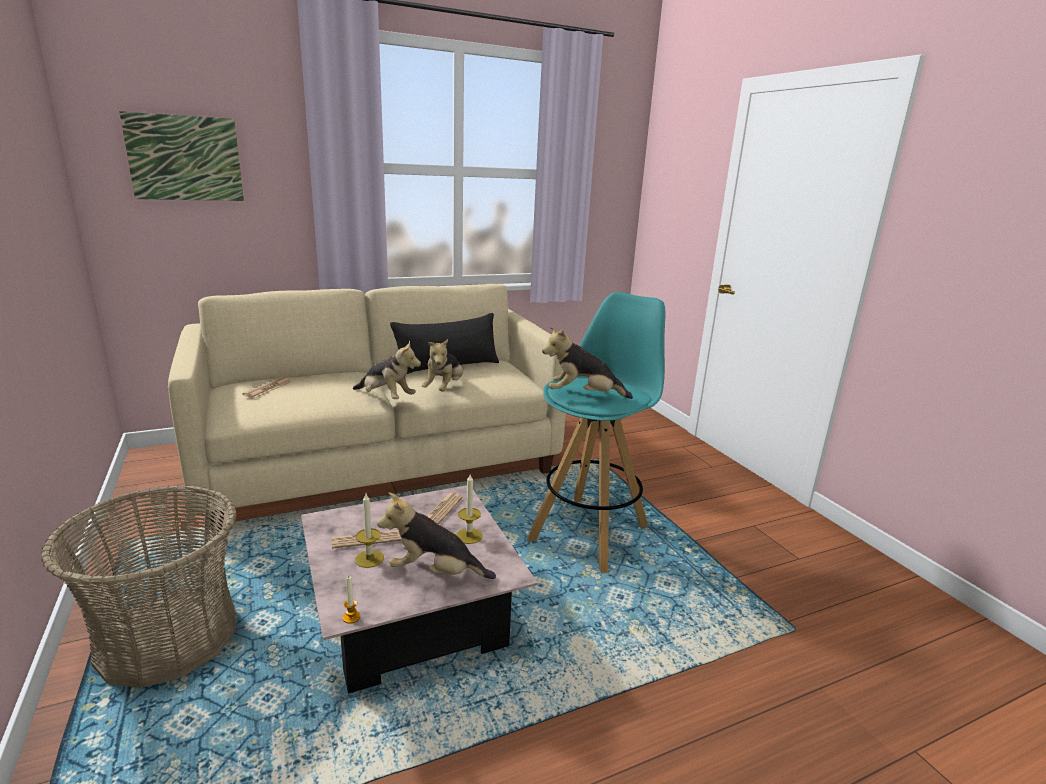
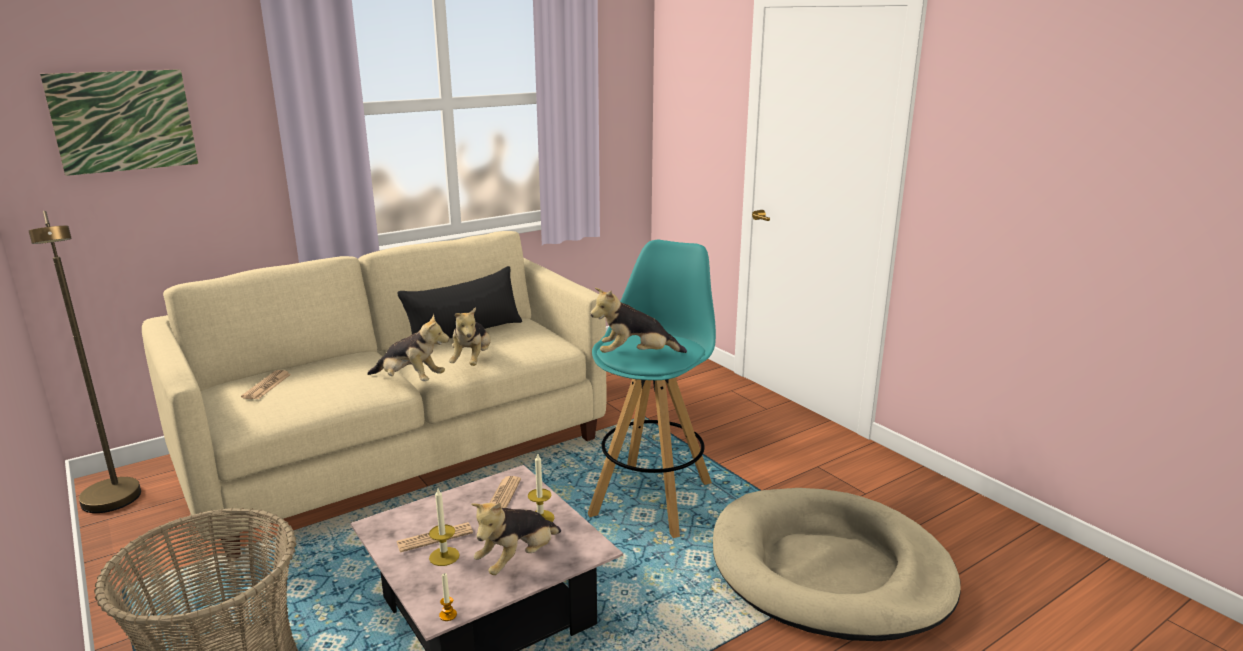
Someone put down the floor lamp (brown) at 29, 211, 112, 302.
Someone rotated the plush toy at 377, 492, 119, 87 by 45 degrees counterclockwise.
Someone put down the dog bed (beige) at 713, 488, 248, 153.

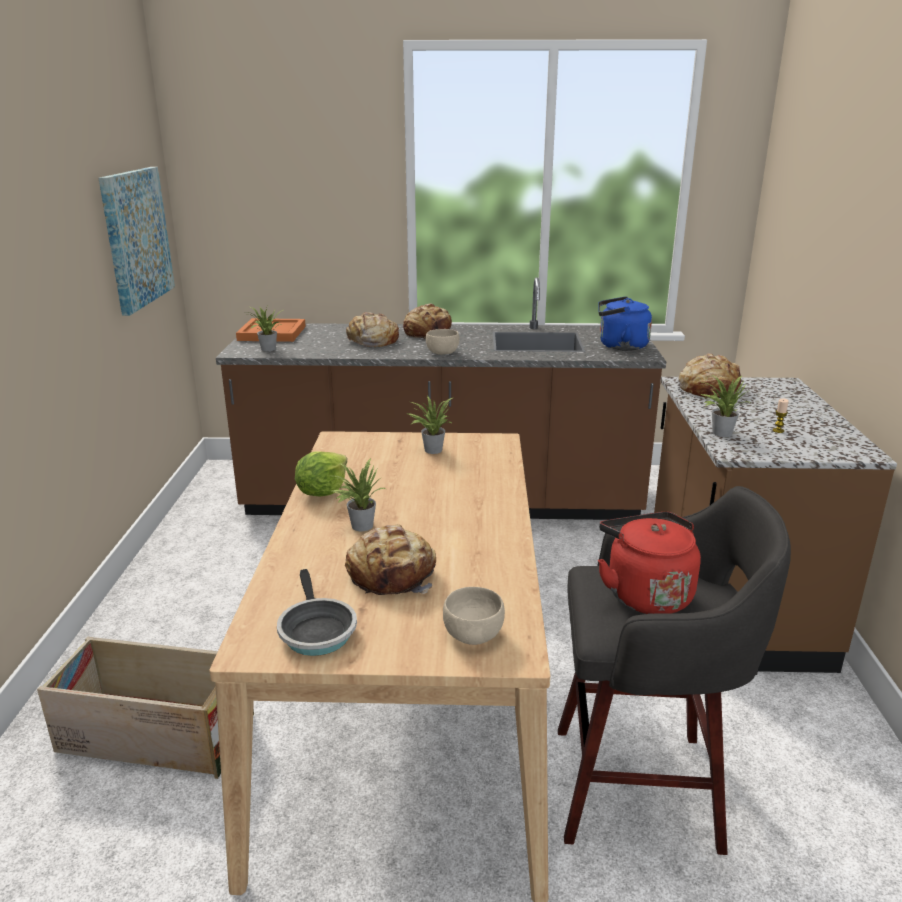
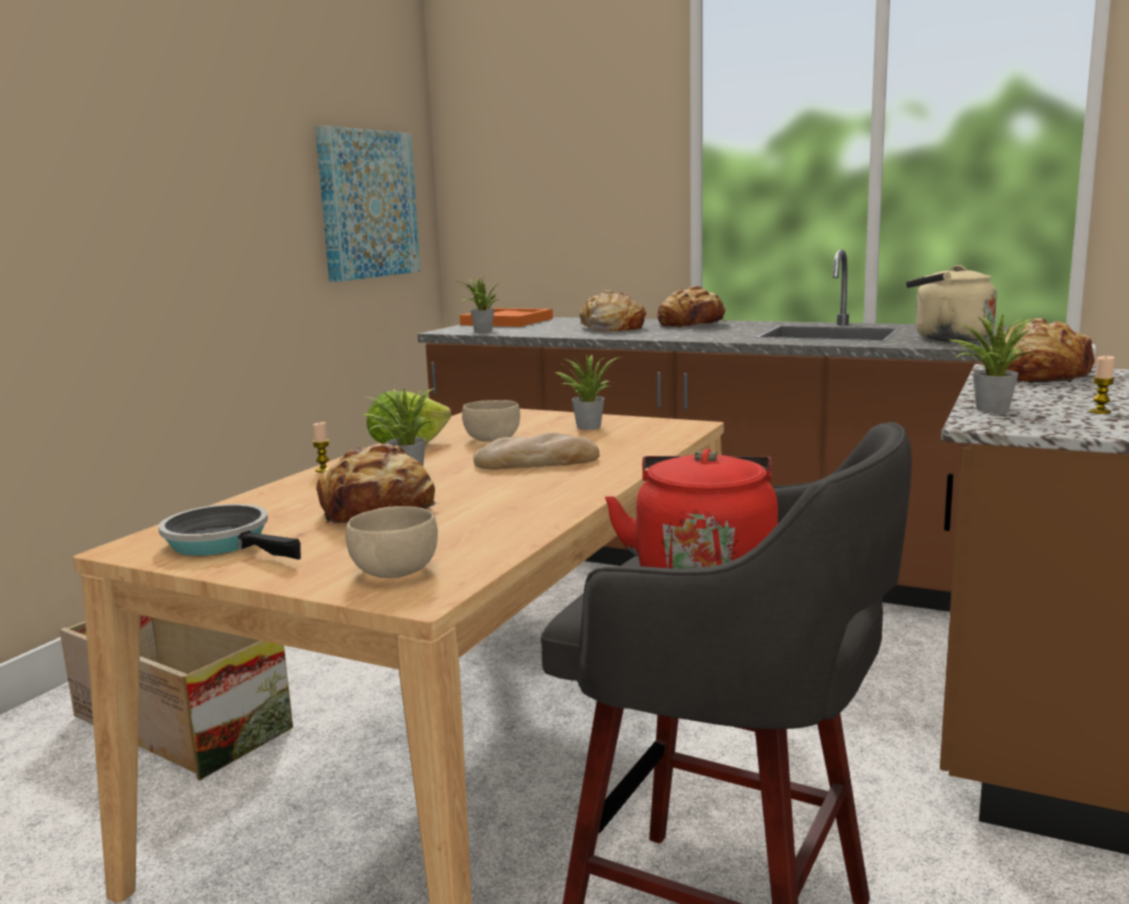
Someone rotated the frying pan at 277, 569, 80, 87 by 120 degrees clockwise.
Someone put down the candle at 312, 422, 19, 51.
Someone carried the bowl (beige) from 426, 329, 33, 26 to 462, 400, 58, 42.
Someone put down the bread at 473, 433, 127, 37.
Someone repainted the kettle (blue) at 598, 296, 54, 55, which became the kettle (beige) at 906, 265, 91, 76.

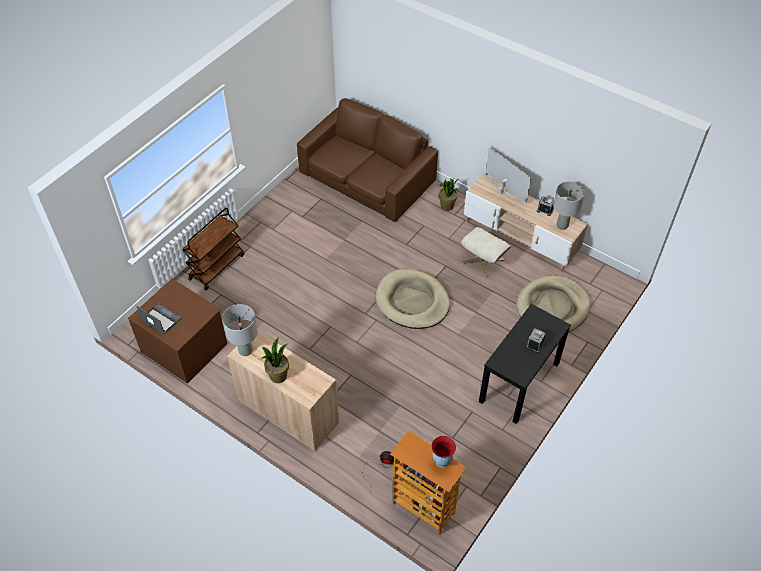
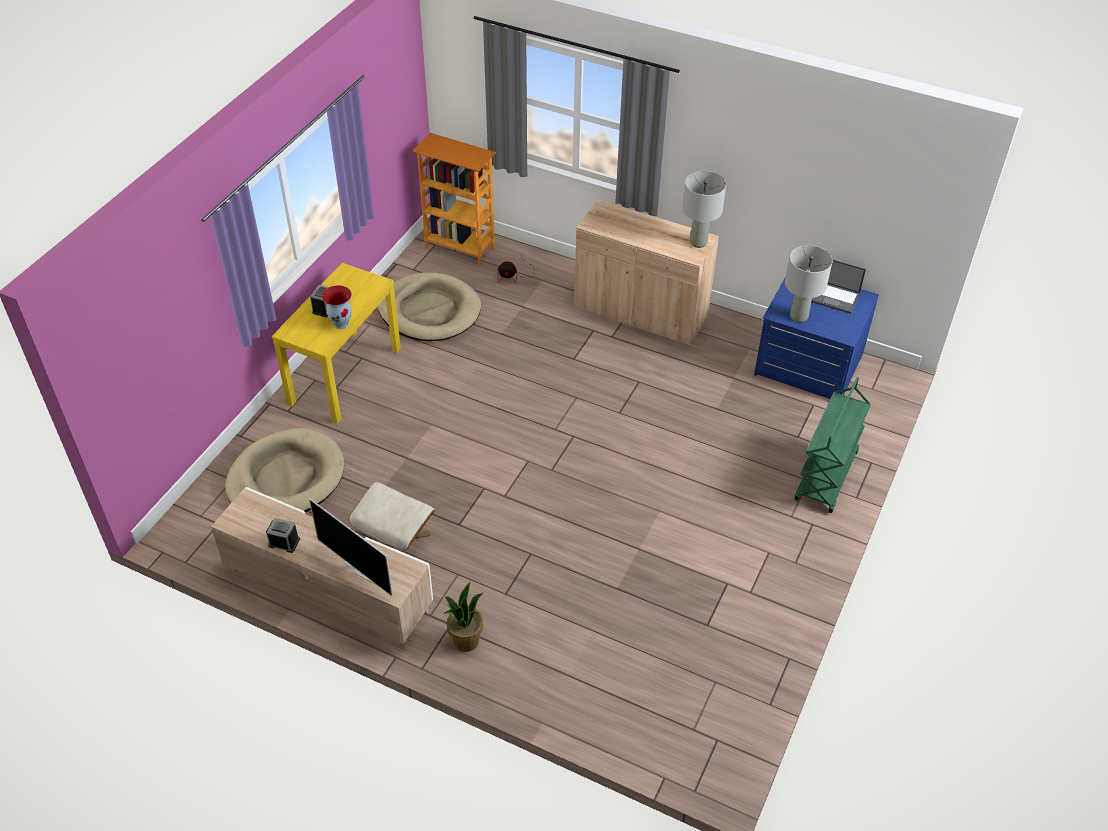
Someone repainted the console table (black) at 479, 304, 92, 120, which became the console table (yellow) at 272, 263, 129, 161.
Someone carried the vase from 431, 436, 25, 32 to 322, 285, 30, 44.
Someone carried the dog bed (beige) from 376, 269, 74, 60 to 378, 272, 103, 69.
Someone repainted the dresser (brown) at 128, 279, 99, 105, which became the dresser (blue) at 754, 277, 125, 122.
Someone carried the table lamp (grey) from 553, 181, 32, 49 to 785, 245, 47, 77.
Someone repainted the cart (brown) at 182, 207, 62, 83, which became the cart (green) at 794, 377, 77, 136.
Someone took away the potted plant at 261, 337, 28, 46.
Someone took away the sofa (brown) at 297, 98, 141, 124.

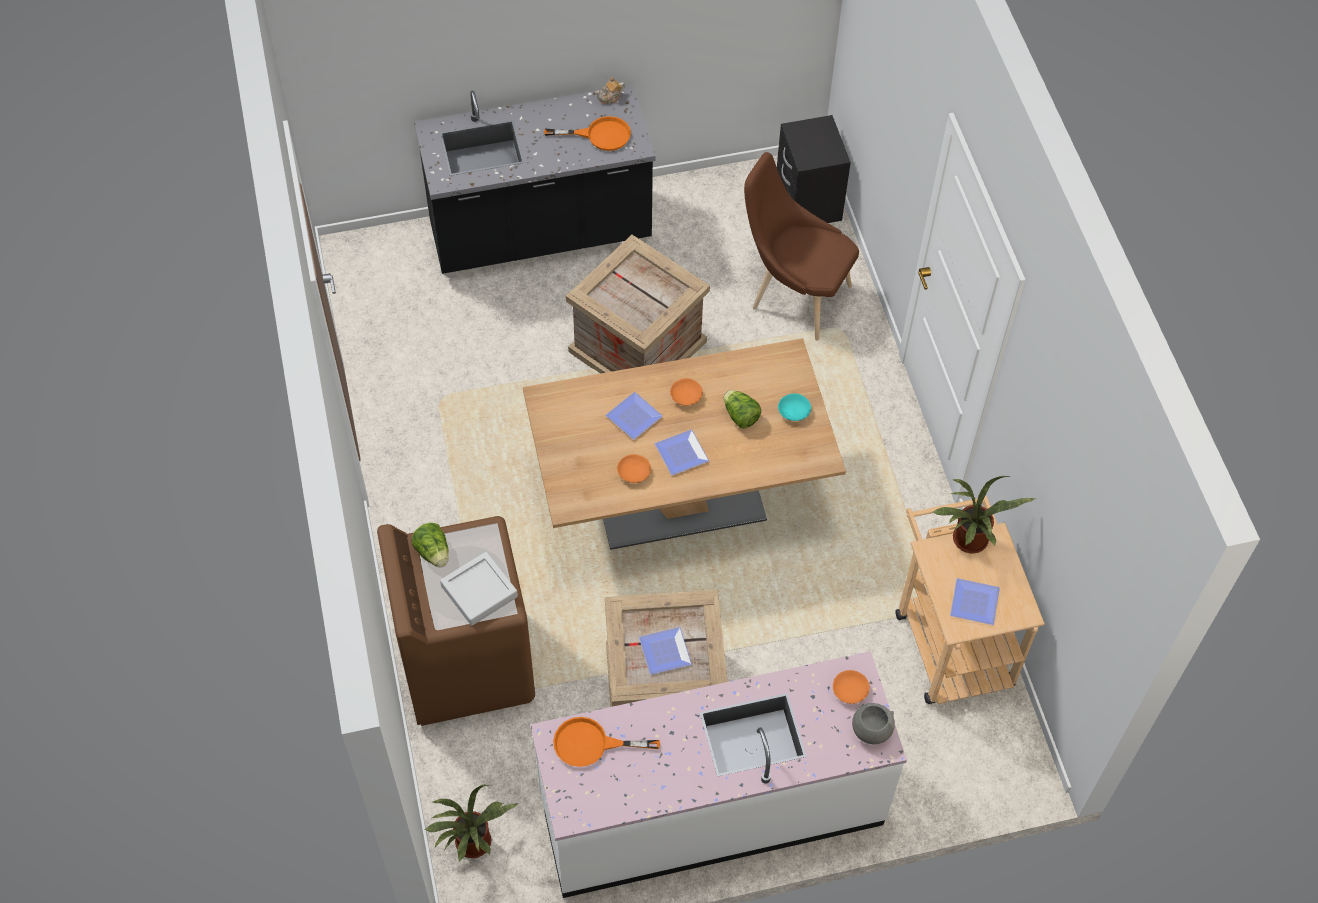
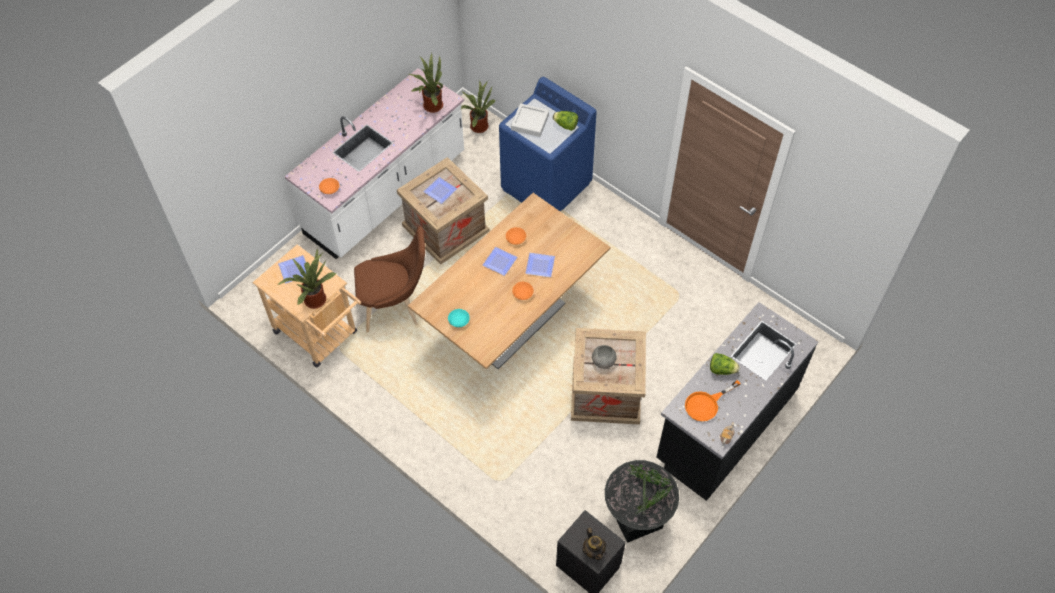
Someone carried the chair (brown) from 744, 152, 115, 189 to 354, 226, 71, 107.
Someone swapped the frying pan (orange) at 553, 717, 107, 50 for the potted plant at 409, 53, 34, 60.
Someone repainted the washing machine (brown) at 377, 516, 158, 210, which became the washing machine (blue) at 499, 77, 98, 134.
Someone put down the teapot at 582, 528, 24, 32.
Someone carried the bowl (grey) from 852, 703, 43, 41 to 592, 345, 24, 24.
Someone put down the planter (black) at 605, 460, 74, 83.
Someone carried the lettuce from 723, 390, 38, 38 to 710, 353, 30, 22.

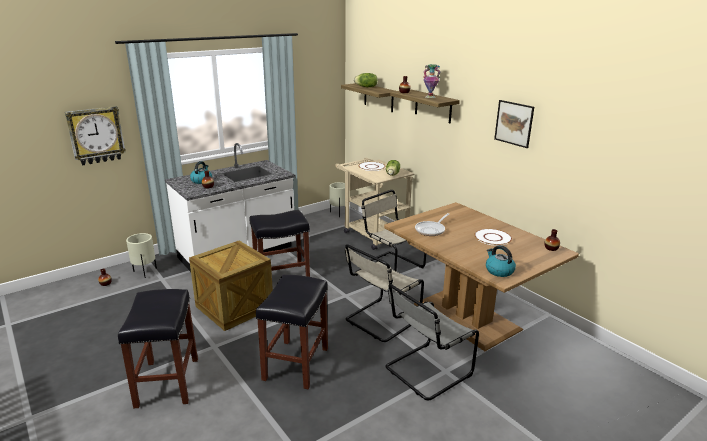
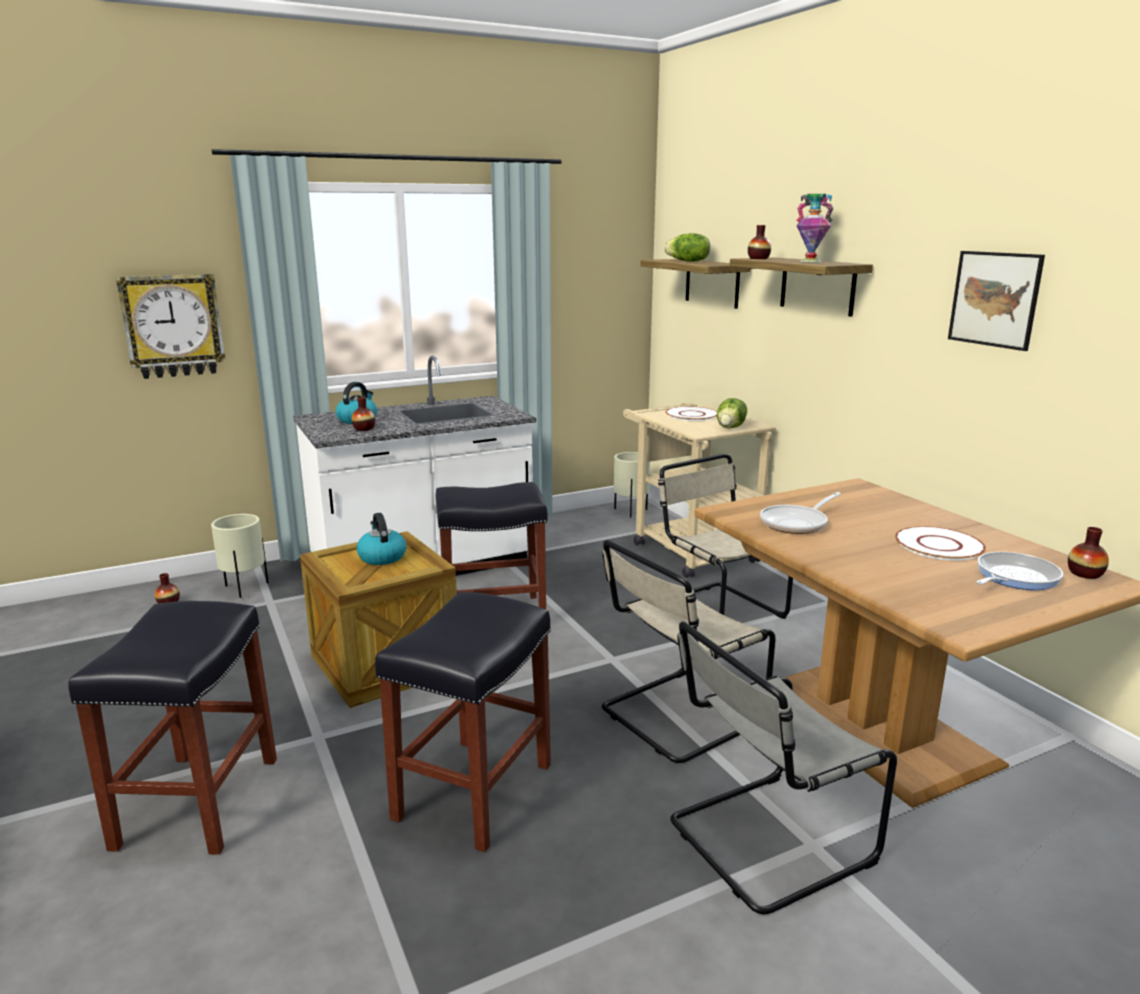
Someone carried the kettle from 486, 245, 30, 32 to 357, 513, 50, 52.
Someone put down the frying pan at 976, 552, 87, 38.

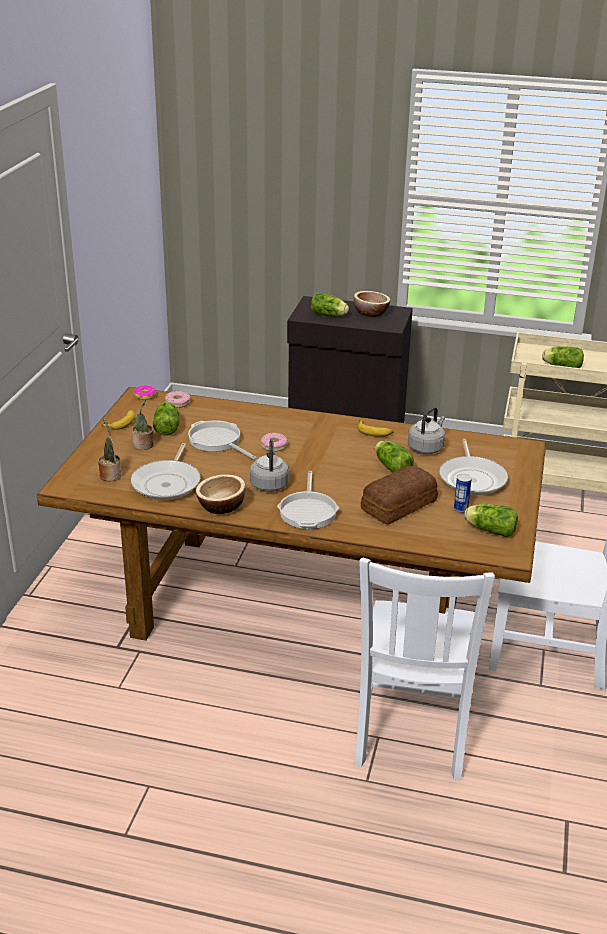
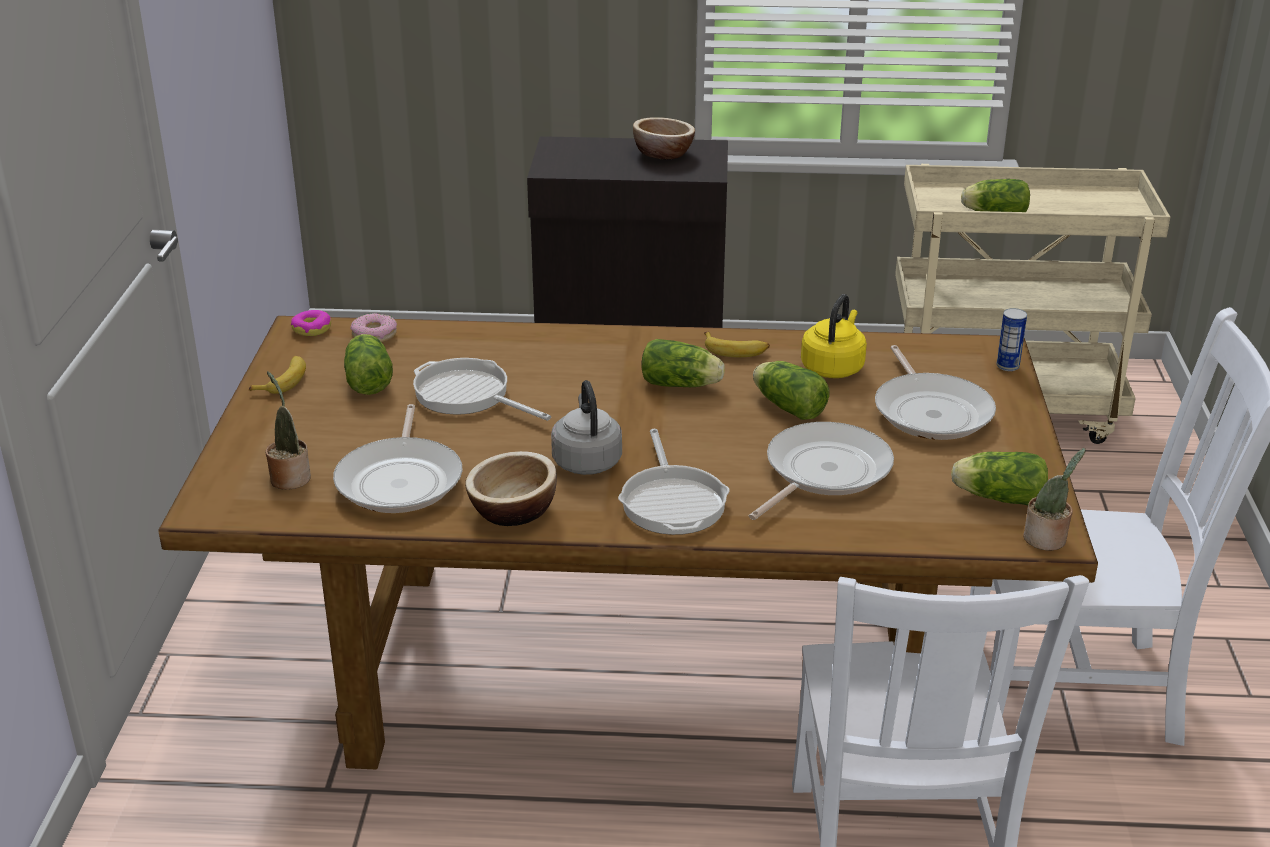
Someone carried the lettuce from 311, 293, 38, 23 to 641, 339, 84, 48.
Someone swapped the bread at 361, 466, 77, 59 for the frying pan at 749, 422, 145, 98.
Someone repainted the kettle (grey) at 408, 407, 37, 47, which became the kettle (yellow) at 801, 294, 66, 84.
Someone carried the can from 454, 474, 18, 39 to 997, 308, 30, 63.
Someone carried the potted plant from 132, 399, 22, 51 to 1023, 448, 63, 102.
Someone took away the donut at 261, 432, 26, 20.

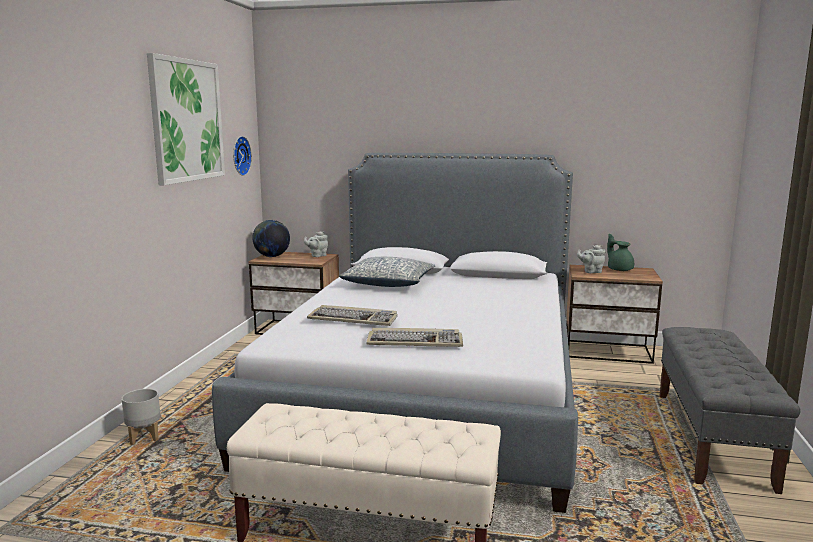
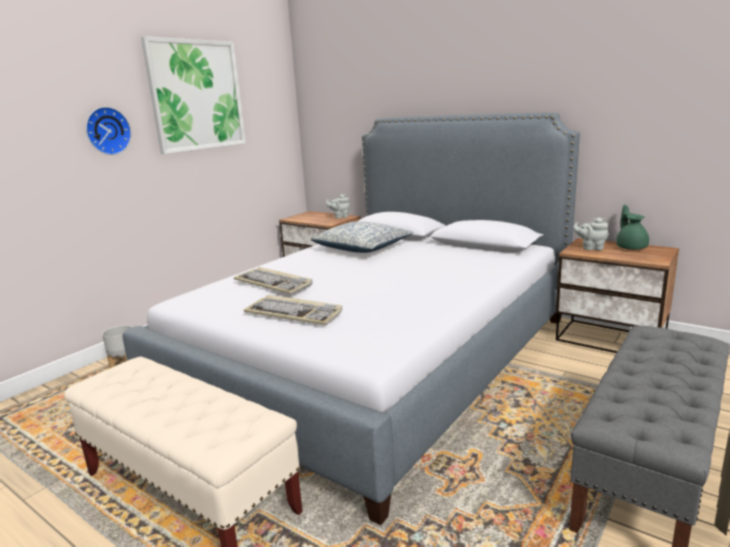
Someone carried the wall clock from 233, 136, 19, 40 to 86, 107, 45, 48.
Someone took away the globe at 252, 220, 38, 37.

